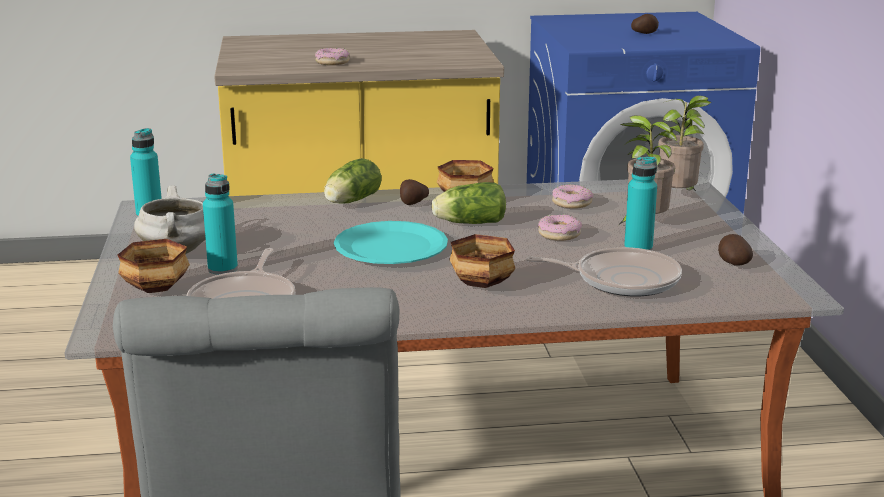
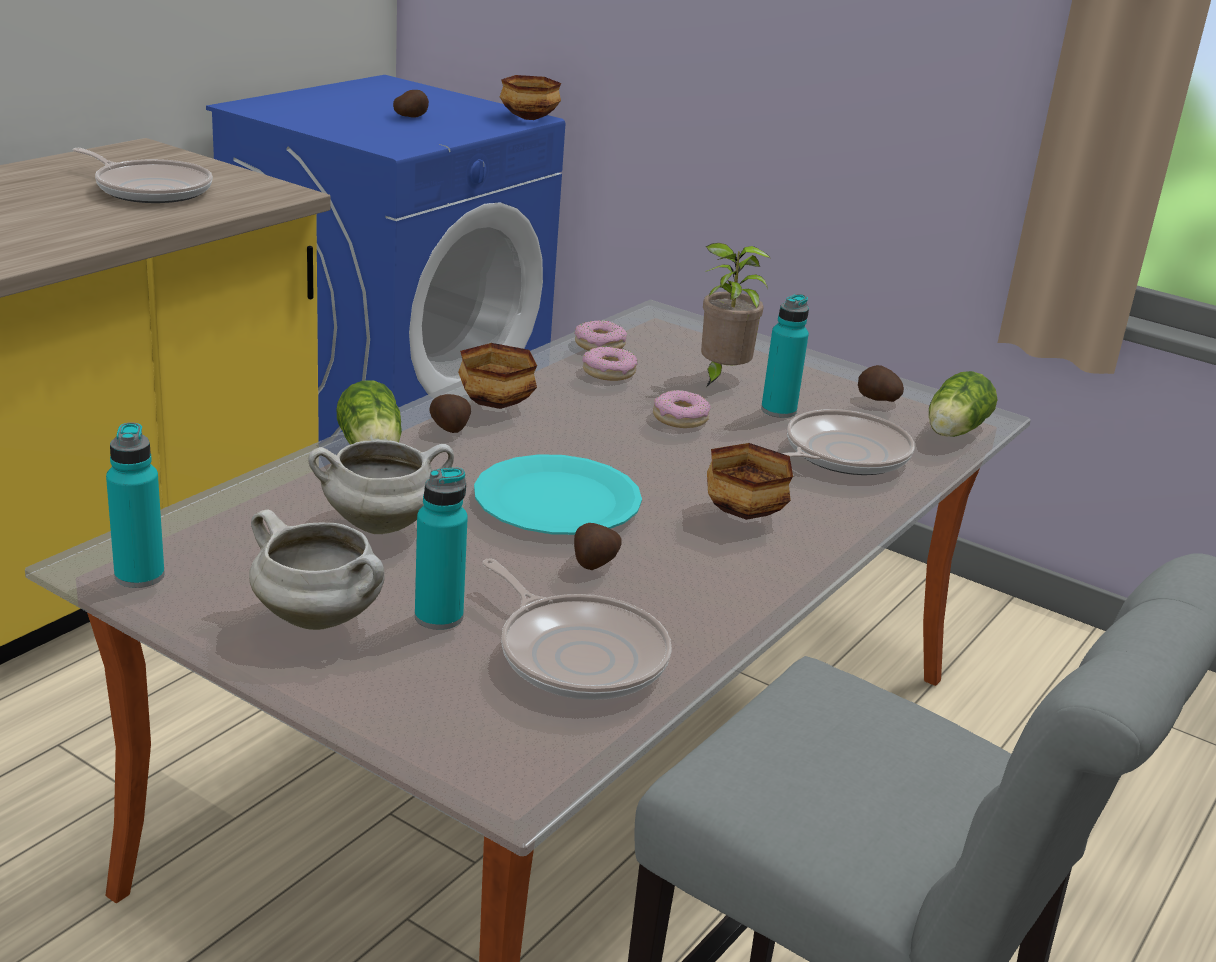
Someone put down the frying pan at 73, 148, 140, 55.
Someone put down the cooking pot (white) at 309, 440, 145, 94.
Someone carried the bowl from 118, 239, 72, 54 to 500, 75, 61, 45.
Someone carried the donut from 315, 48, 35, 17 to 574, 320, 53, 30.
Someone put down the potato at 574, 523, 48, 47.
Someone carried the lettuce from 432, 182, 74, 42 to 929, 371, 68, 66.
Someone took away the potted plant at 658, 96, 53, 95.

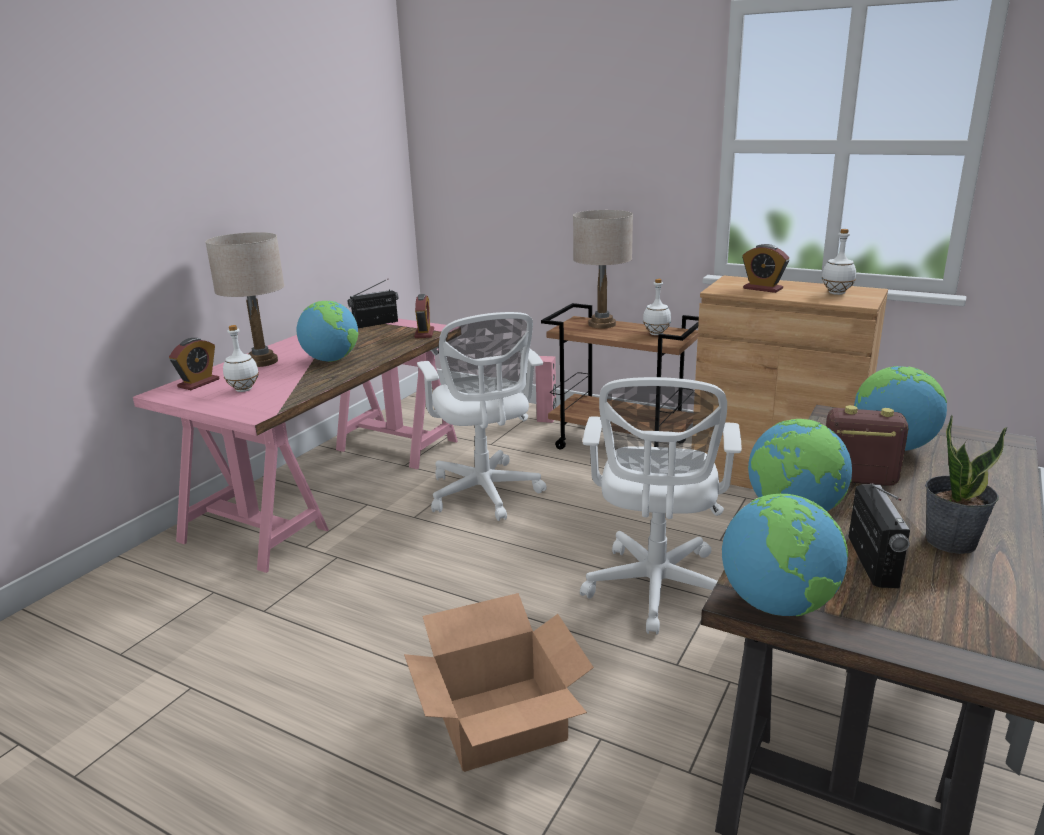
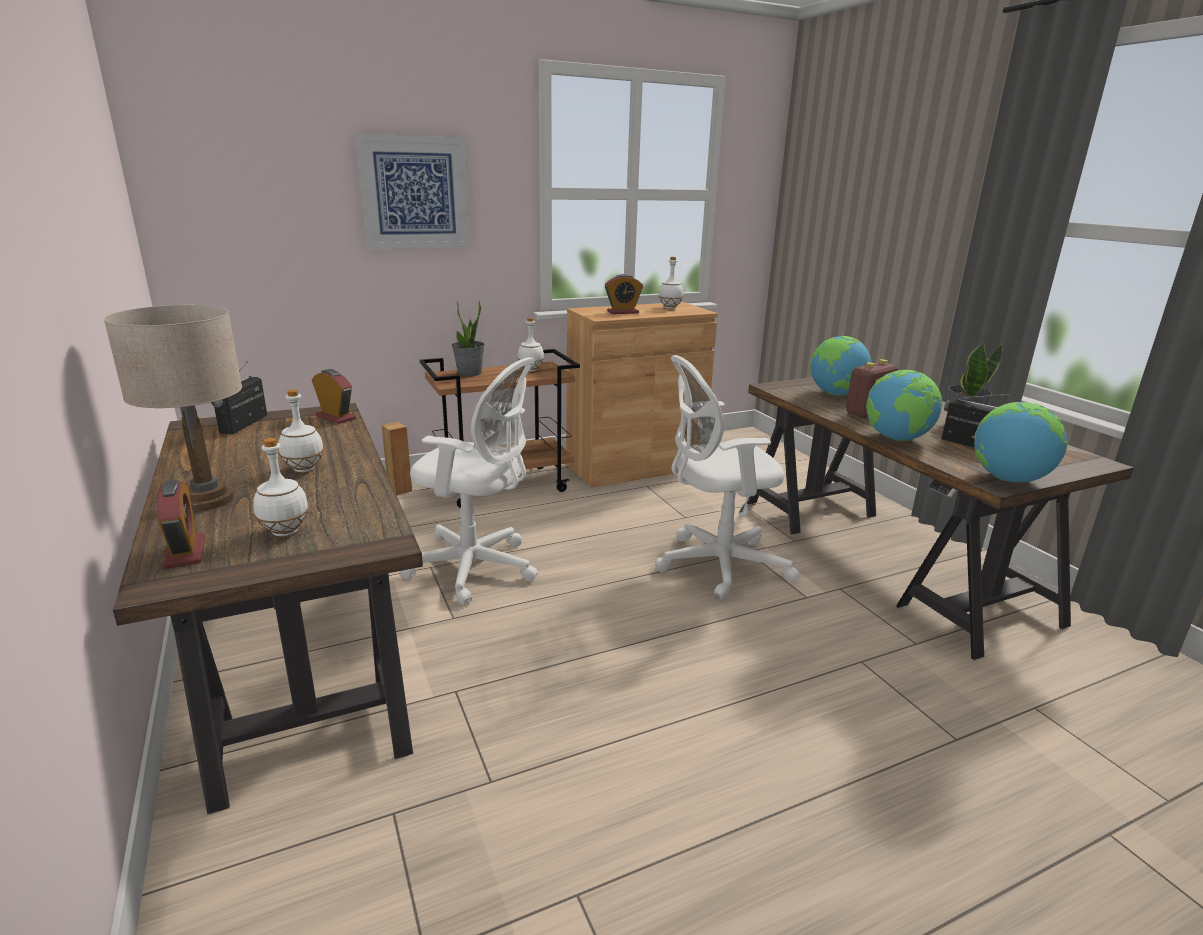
Someone repainted the desk (pink) at 133, 319, 325, 254, which became the desk (brown) at 113, 403, 310, 412.
Someone swapped the globe at 296, 301, 62, 61 for the bottle (white) at 278, 389, 46, 83.
Someone put up the picture at 355, 133, 115, 116.
Someone repainted the speaker (pink) at 535, 356, 21, 67, which became the speaker (brown) at 382, 422, 30, 73.
Someone swapped the table lamp (beige) at 573, 210, 60, 119 for the potted plant at 452, 301, 33, 75.
Someone rotated the office chair (white) at 580, 377, 162, 258 by 120 degrees clockwise.
Someone took away the cardboard box at 404, 593, 190, 179.

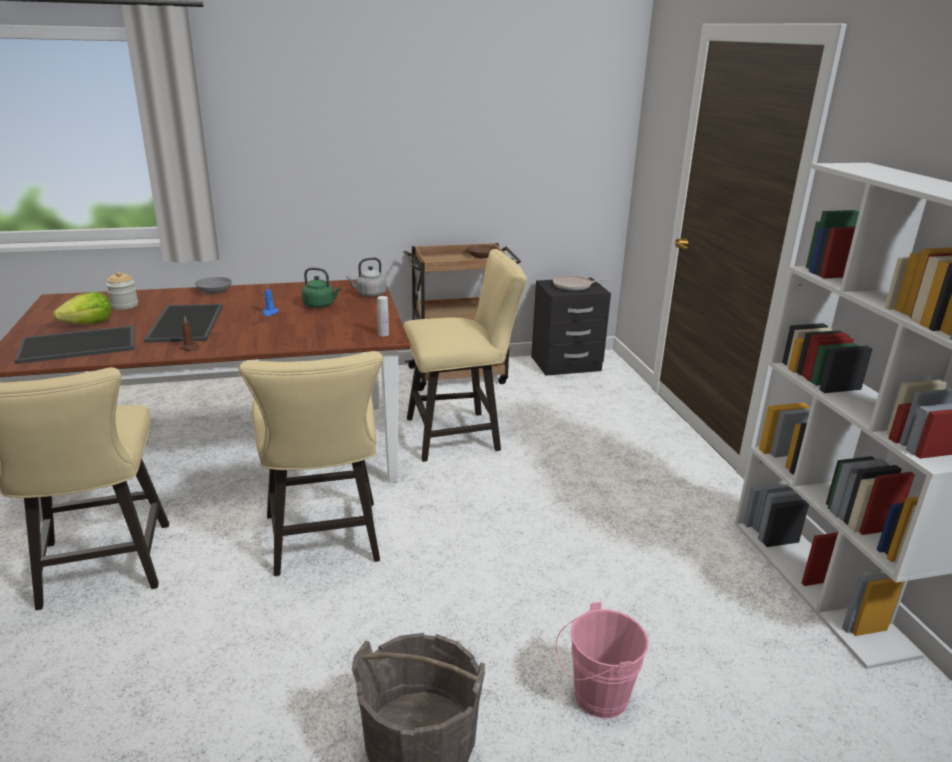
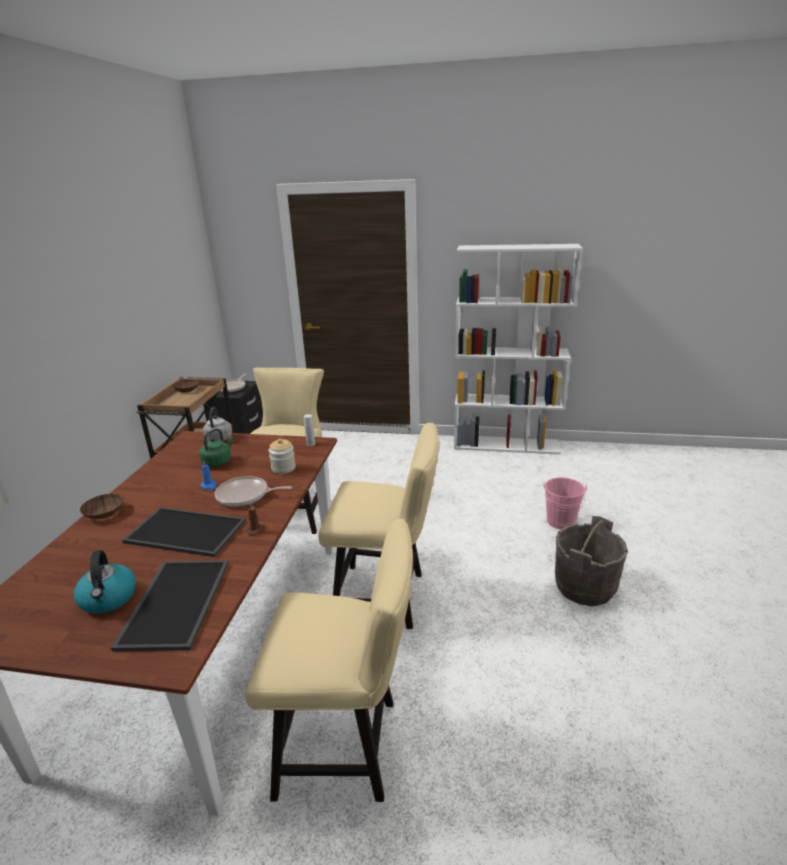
Someone swapped the lettuce at 53, 292, 58, 32 for the kettle at 74, 550, 62, 64.
Someone repainted the bowl (grey) at 195, 277, 37, 17, which became the bowl (brown) at 80, 494, 44, 25.
Someone put down the frying pan at 215, 476, 77, 31.
Someone carried the jar from 106, 271, 32, 39 to 269, 439, 27, 35.

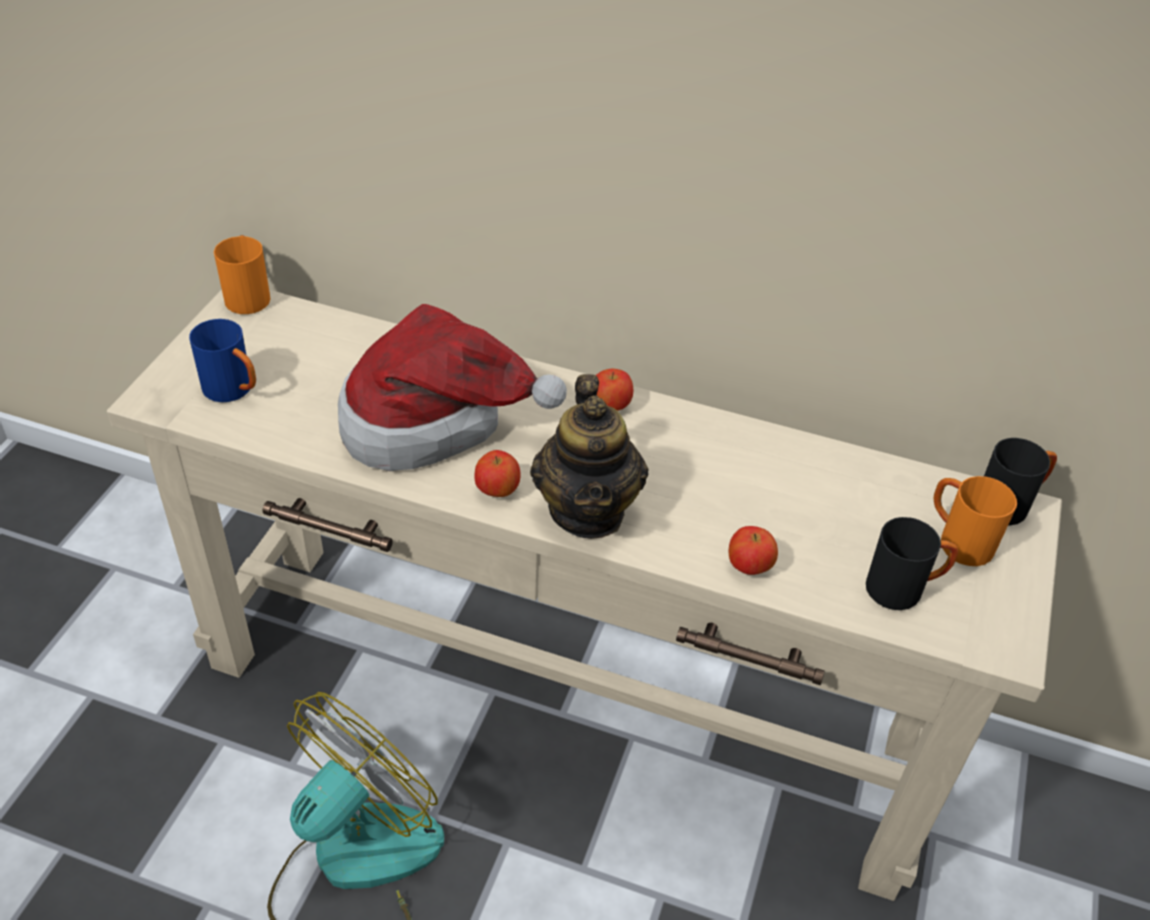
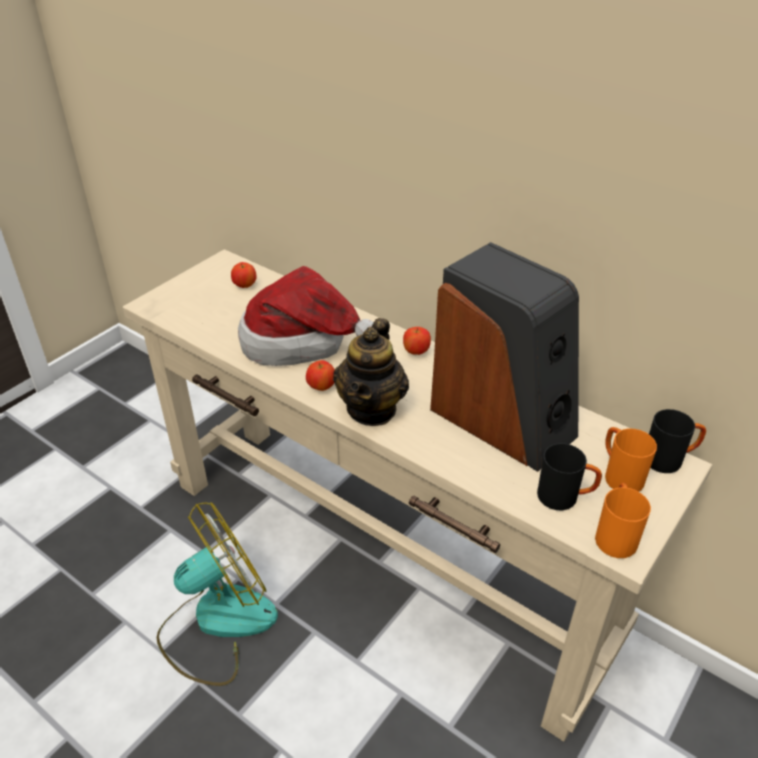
Someone carried the apple from 729, 526, 49, 49 to 231, 262, 25, 26.
Someone put down the speaker at 430, 242, 149, 230.
Someone carried the mug (orange) from 214, 235, 57, 79 to 595, 483, 56, 75.
Someone took away the mug (blue) at 189, 319, 67, 83.

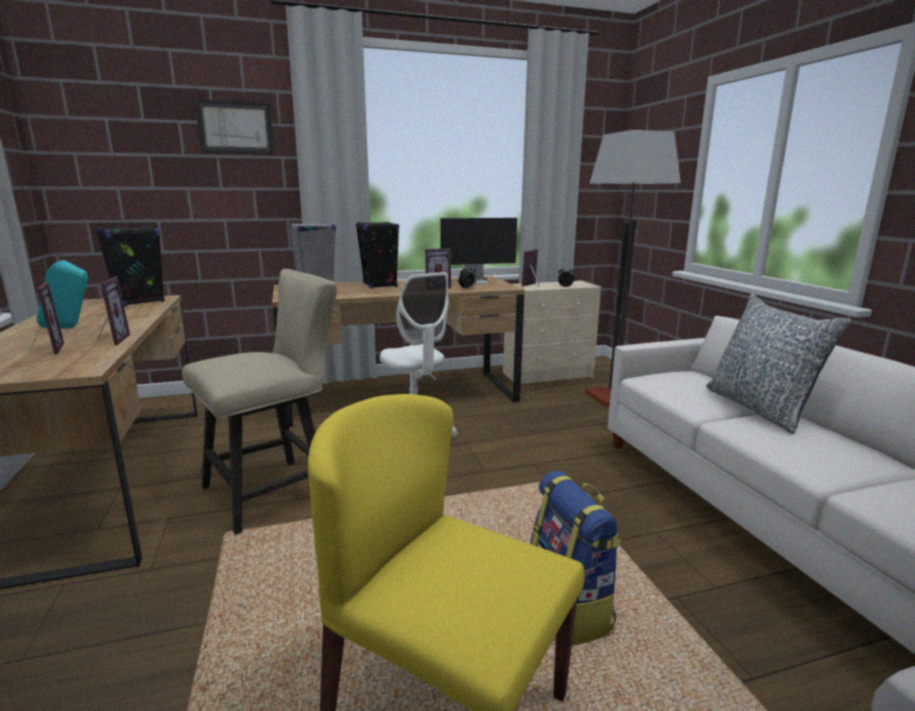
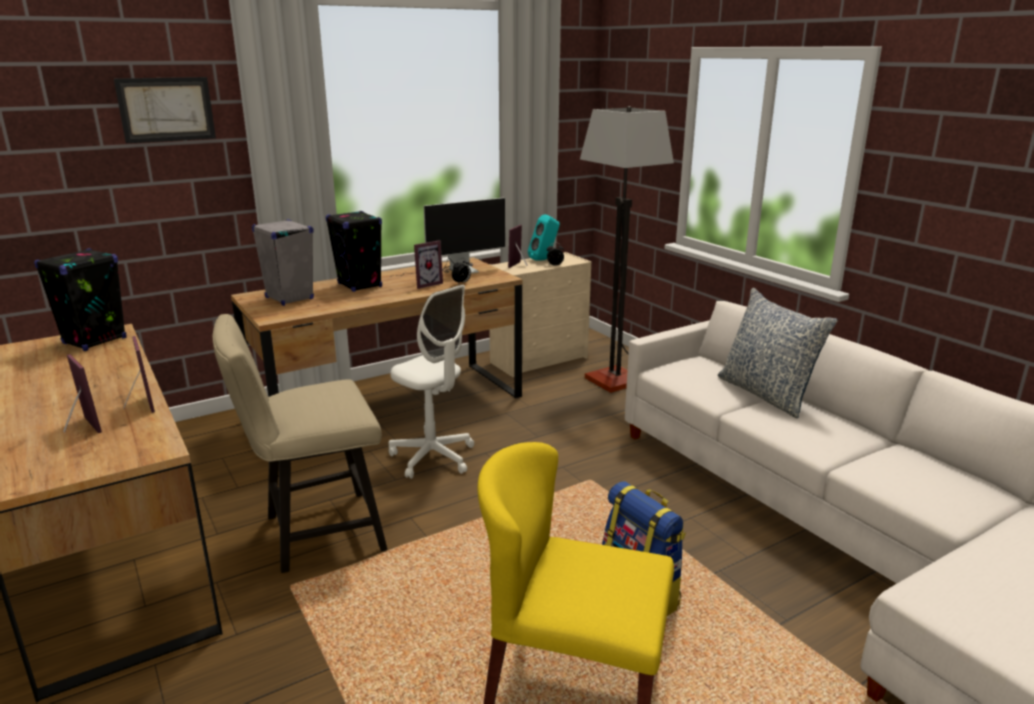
Someone rotated the chair (beige) at 182, 269, 156, 266 by 150 degrees counterclockwise.
Someone carried the speaker (turquoise) from 36, 260, 52, 69 to 528, 214, 32, 47.

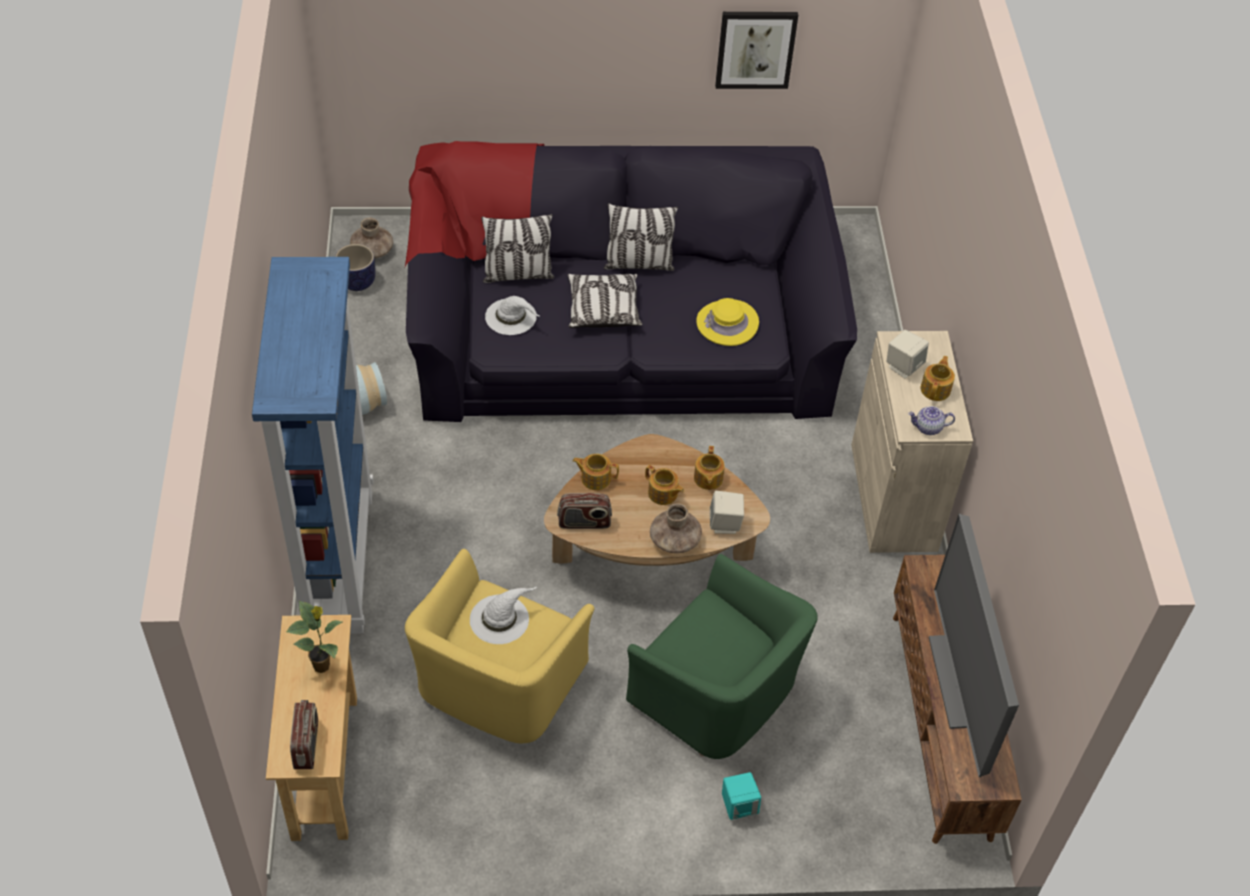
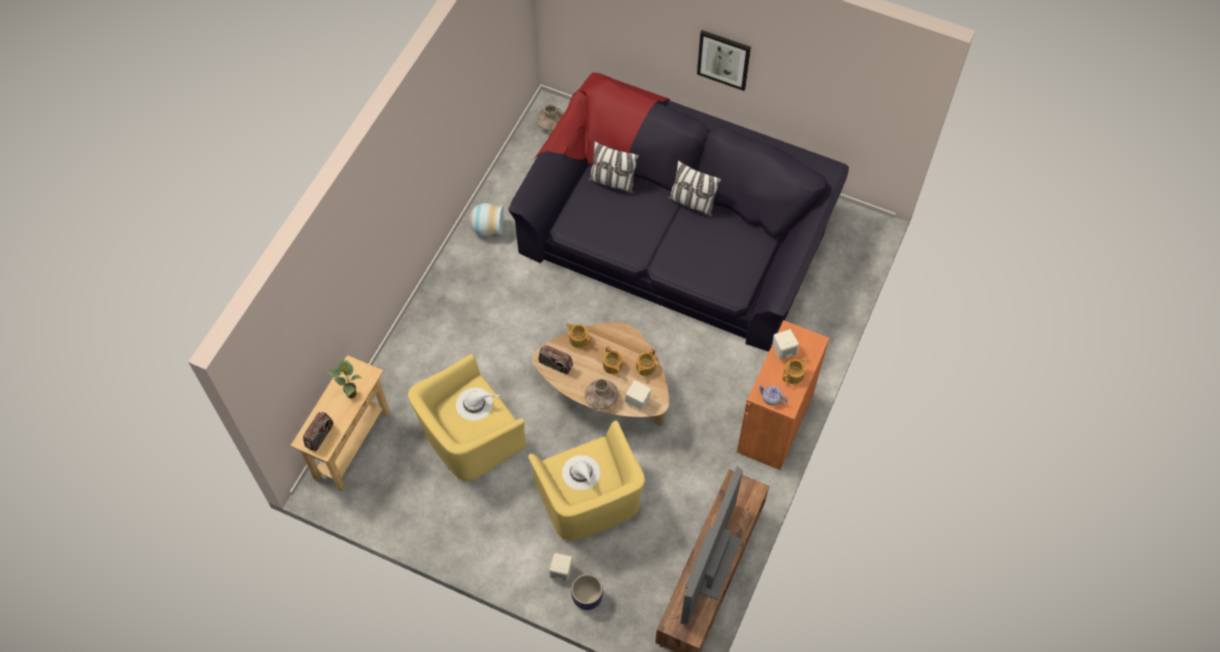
Someone repainted the armchair (green) at 626, 554, 192, 205, which became the armchair (yellow) at 528, 421, 117, 120.
Someone repainted the speaker (turquoise) at 722, 772, 39, 48, which became the speaker (beige) at 549, 553, 23, 29.
Someone carried the hat (white) from 485, 296, 54, 39 to 562, 455, 38, 35.
Someone carried the planter from 335, 244, 41, 47 to 571, 574, 32, 36.
Someone carried the picture from 715, 12, 83, 77 to 697, 30, 54, 61.
Someone repainted the cabinet (beige) at 851, 331, 122, 222, which became the cabinet (orange) at 737, 320, 92, 150.
Someone took away the bookcase (blue) at 252, 257, 121, 377.
Someone took away the pillow at 567, 274, 75, 54.
Someone took away the hat (yellow) at 696, 298, 63, 48.

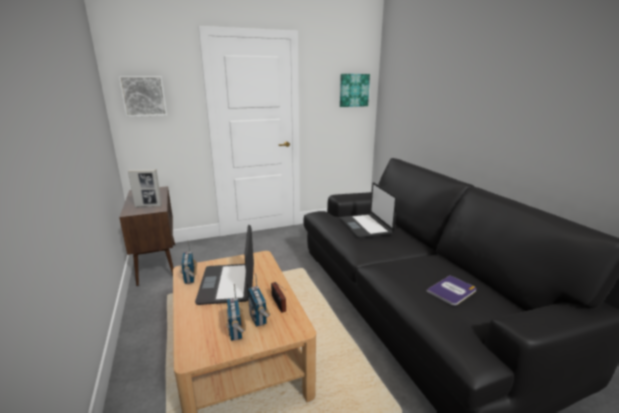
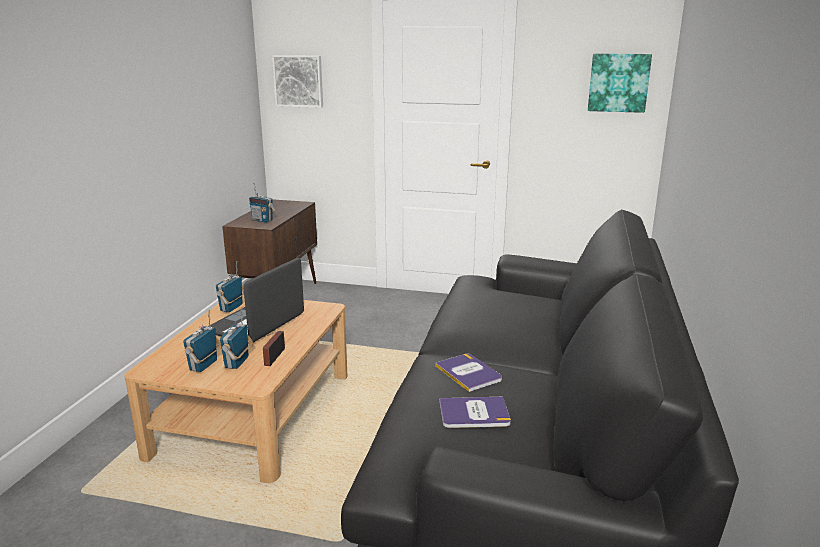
Someone swapped the picture frame at 128, 169, 34, 38 for the radio at 249, 183, 27, 40.
Someone put down the book at 435, 354, 67, 38.
Someone took away the laptop at 340, 182, 57, 56.

